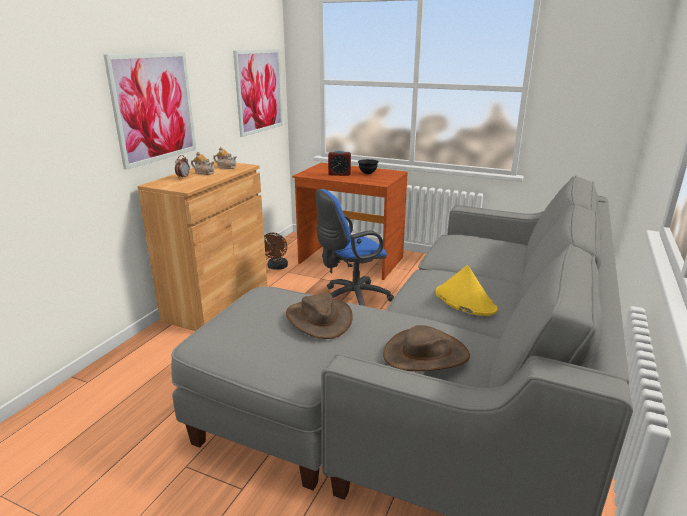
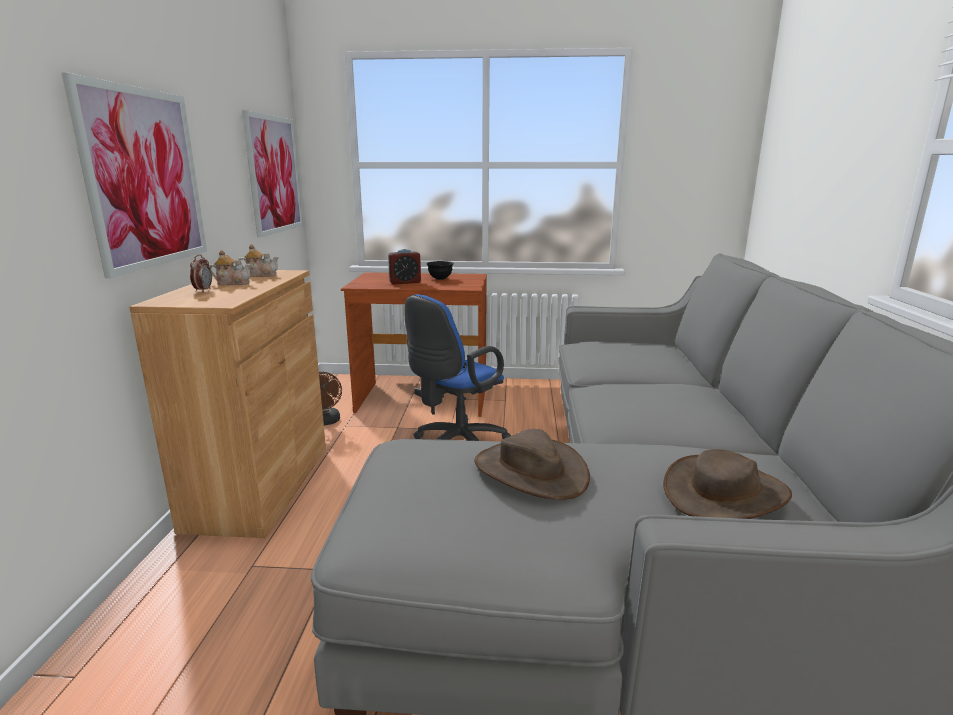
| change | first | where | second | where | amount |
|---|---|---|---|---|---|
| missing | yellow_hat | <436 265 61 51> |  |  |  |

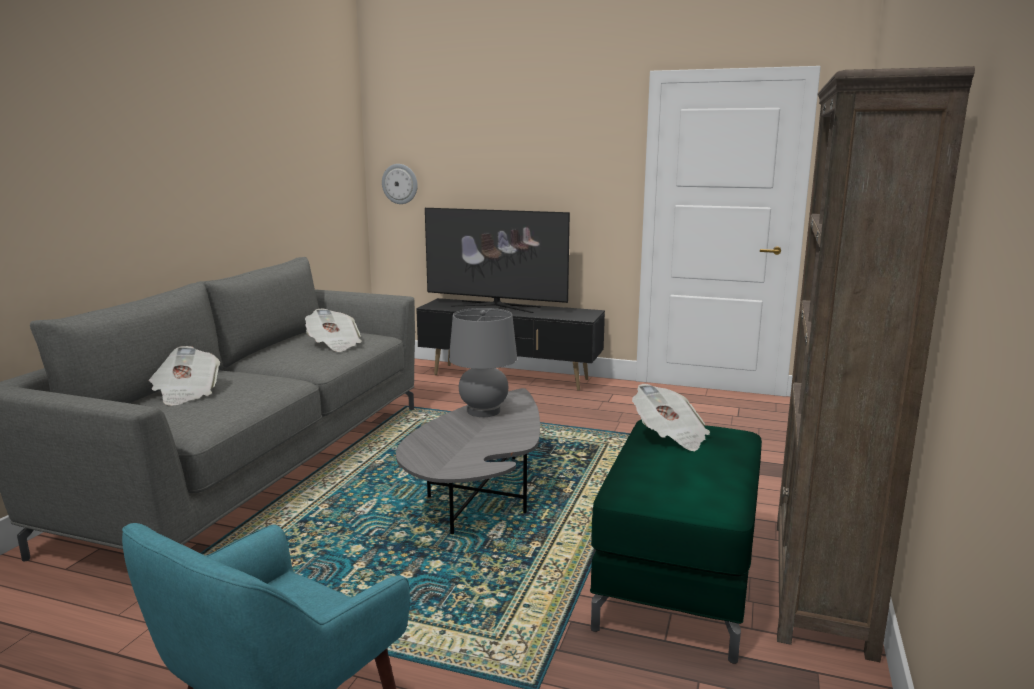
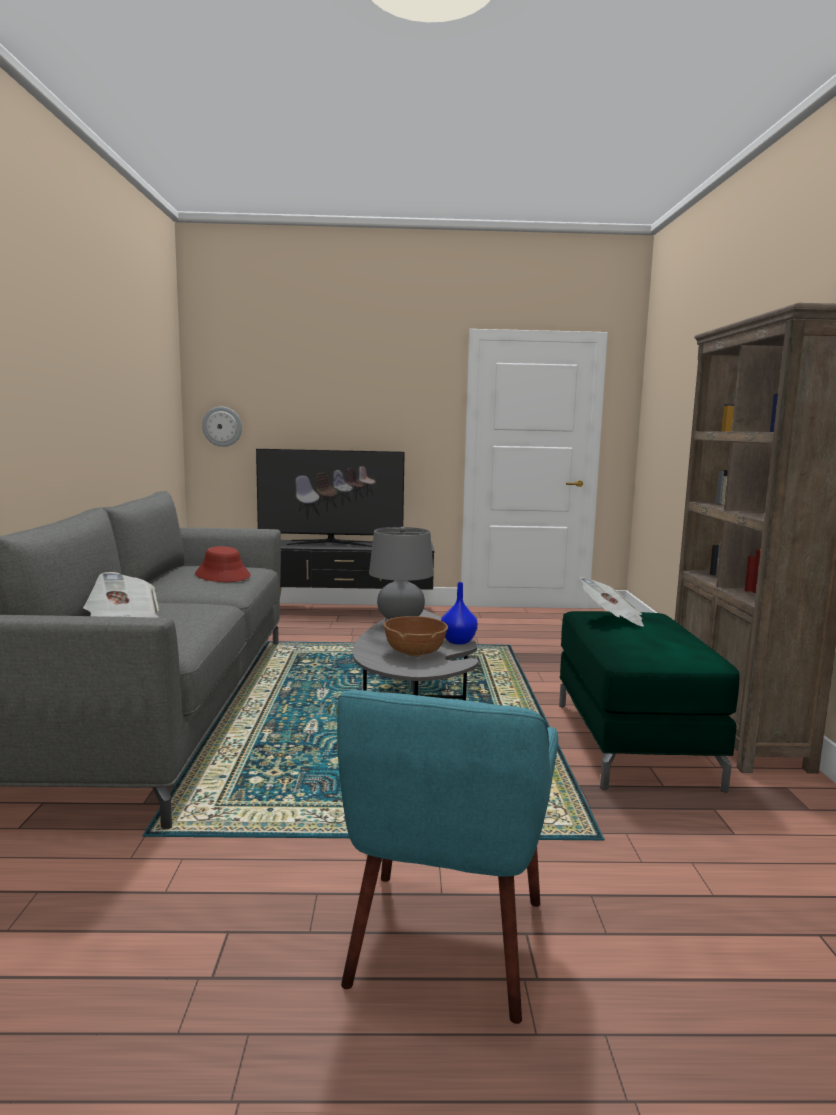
| change | first | where | second | where | amount |
|---|---|---|---|---|---|
| appeared |  |  | brown_deep_dish | <383 616 65 41> |  |
| appeared |  |  | blue-coloured_flower_vase | <441 582 37 62> |  |
| exchanged | printed_paper | <305 309 57 43> | reddish_hat | <195 546 56 36> |  |

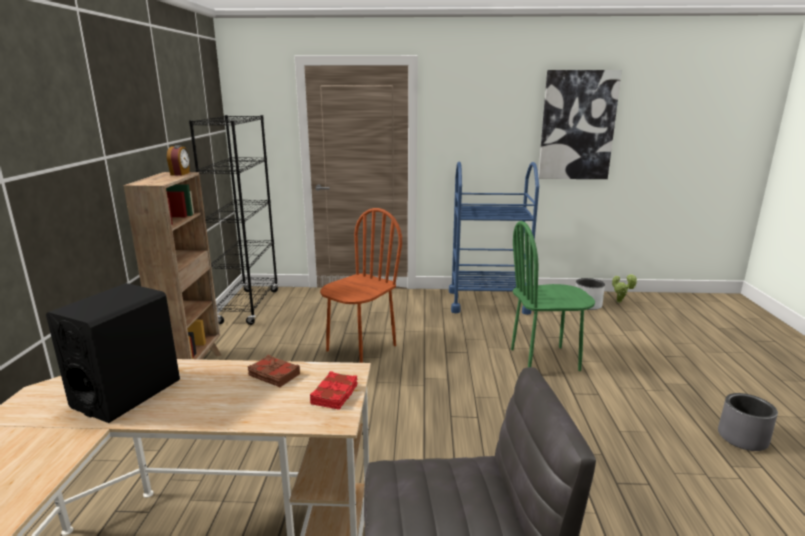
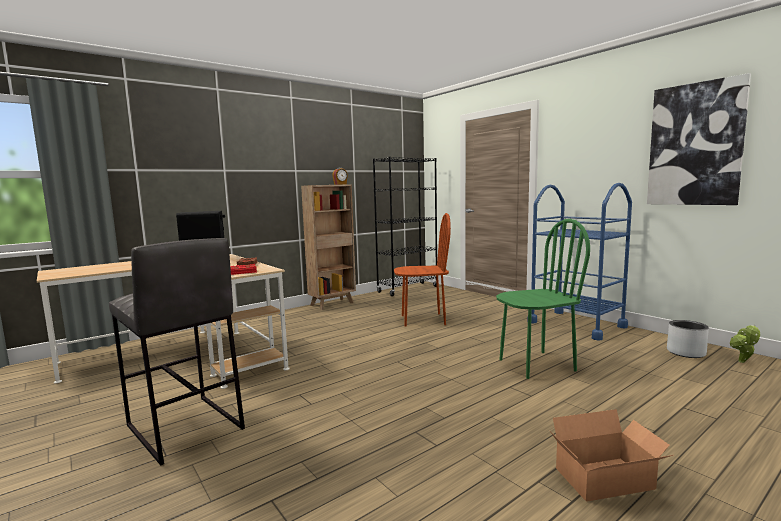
| change | first | where | second | where | amount |
|---|---|---|---|---|---|
| exchanged | greyish_planter | <718 393 60 58> | cardboard_box | <550 409 123 93> |  |
| spun | green-coloured_upright_chair | <511 221 84 150> |  | <496 219 94 160> | 120 degrees clockwise |

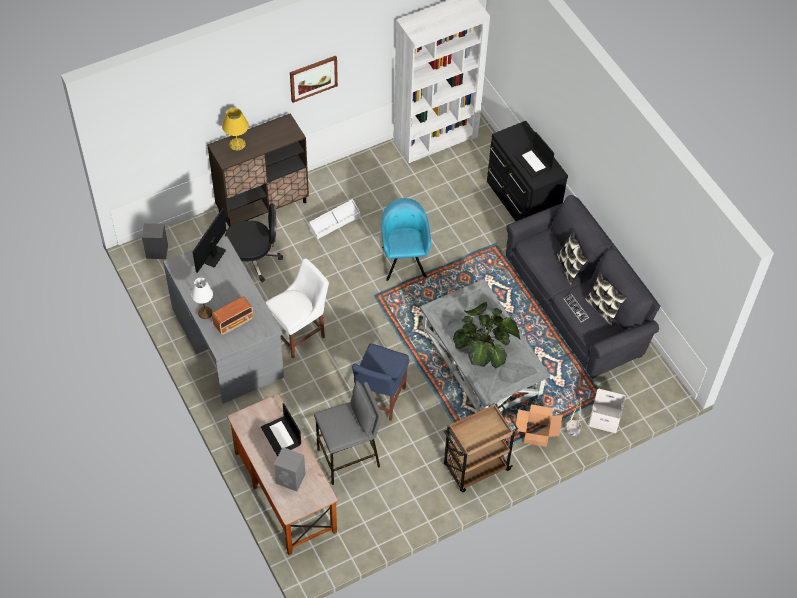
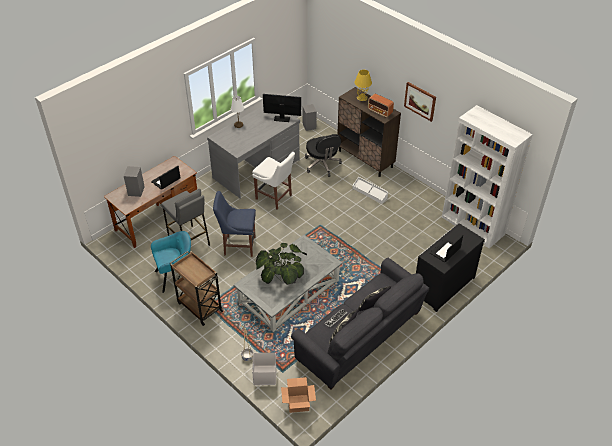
| change | first | where | second | where | amount |
|---|---|---|---|---|---|
| relocated | radio_receiver | <212 296 42 39> |  | <368 94 26 23> |  |
| relocated | blue-green_easy_chair | <381 198 50 83> |  | <151 231 40 62> |  |
| relocated | cardboard_box | <515 404 48 43> |  | <281 377 35 36> |  |

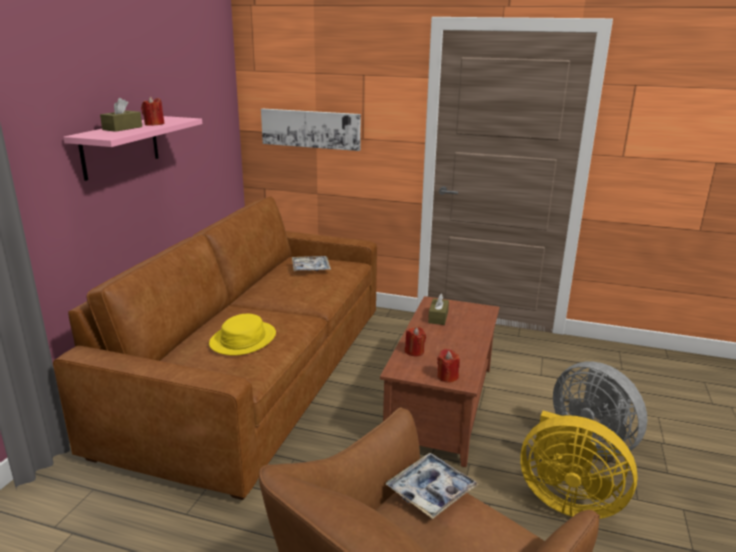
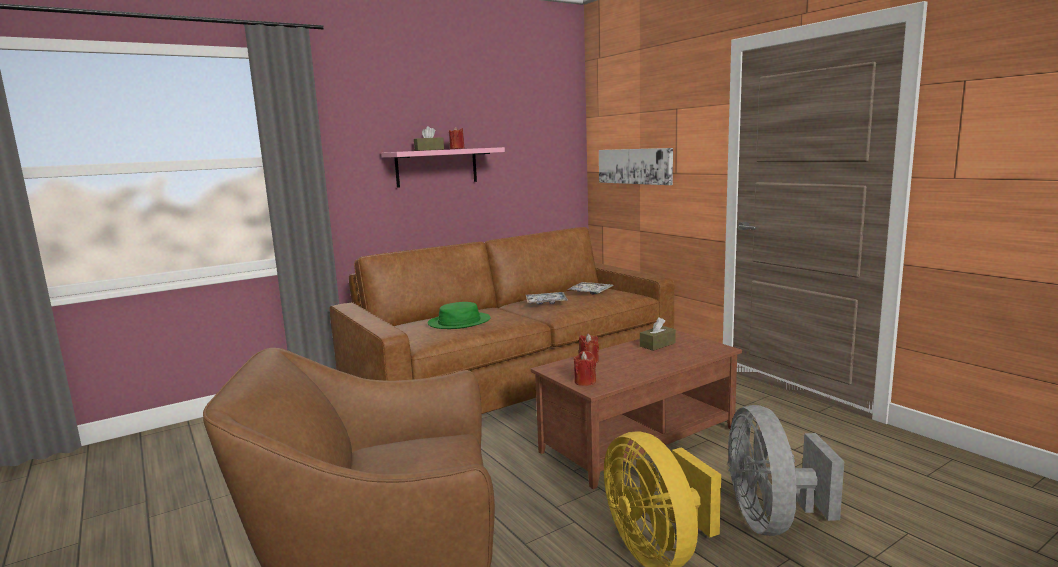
| change | first | where | second | where | amount |
|---|---|---|---|---|---|
| relocated | tray | <386 453 93 66> |  | <526 292 42 12> |  |
| colour | yellow_hat | <209 314 67 42> | green-coloured_hat | <428 302 63 27> |  |

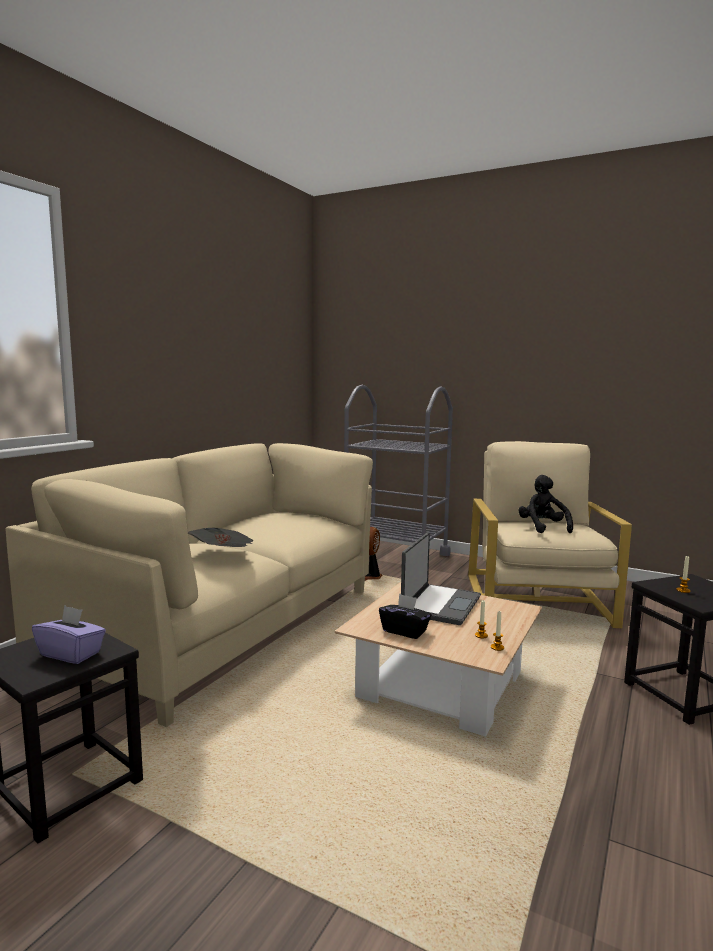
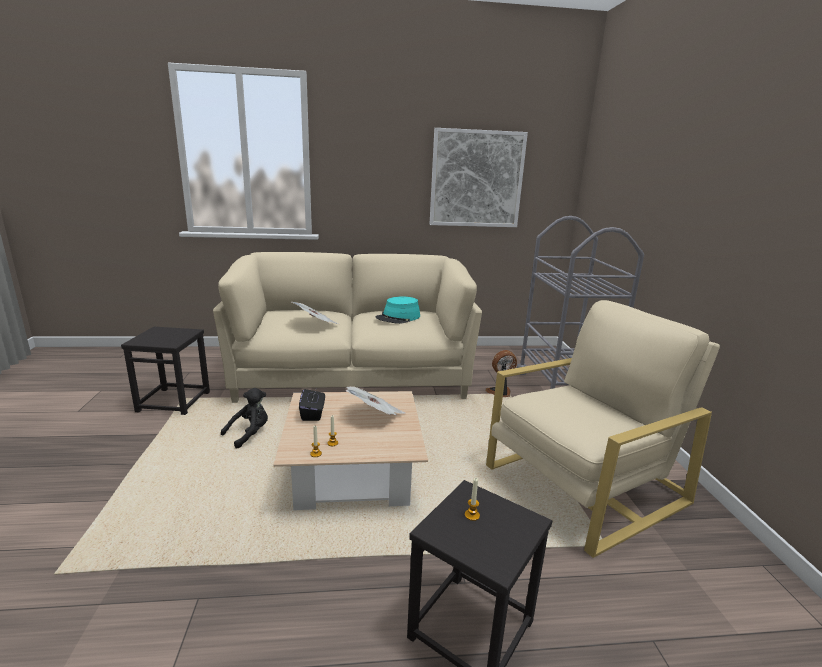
| change | first | where | second | where | amount |
|---|---|---|---|---|---|
| missing | purple_tissue_holder | <32 605 74 59> |  |  |  |
| appeared |  |  | blue-green_hat | <376 297 44 27> |  |
| appeared |  |  | wall_picture | <430 128 98 99> |  |
| relocated | black-coloured_plush_toy | <518 475 55 58> |  | <221 388 47 60> |  |
| exchanged | portable_computer | <401 532 80 93> | printed_paper | <345 386 60 29> |  |

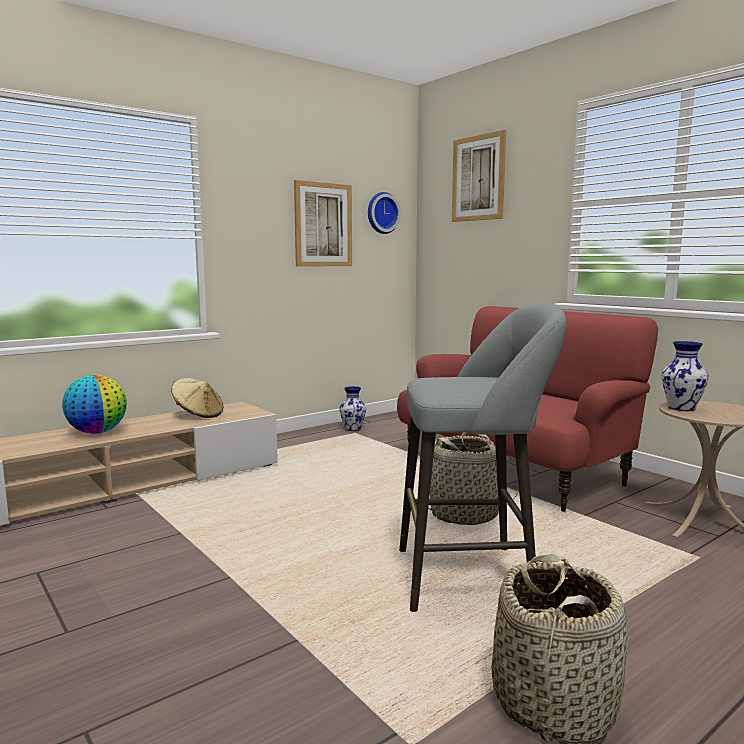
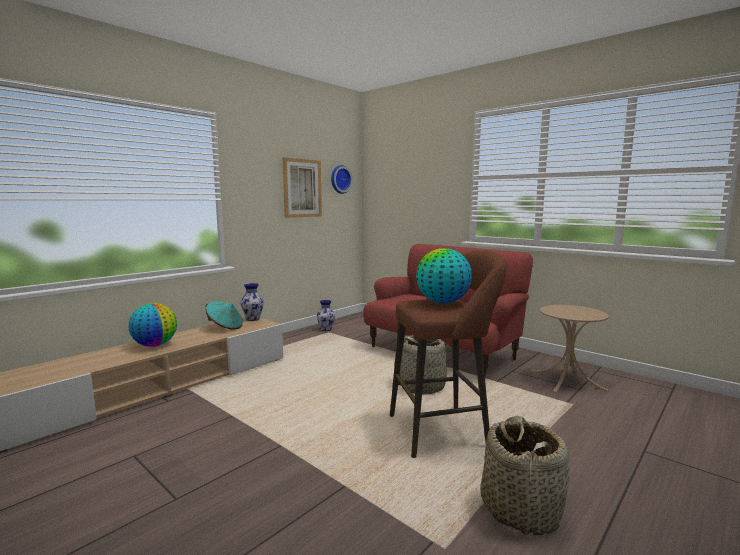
| change | first | where | second | where | amount |
|---|---|---|---|---|---|
| missing | wall_picture | <452 130 54 92> |  |  |  |
| appeared |  |  | world_globe | <416 248 56 55> |  |
| relocated | flower_vase | <661 341 48 70> |  | <240 283 24 38> |  |
| colour | beige_hat | <171 378 52 40> | blue-green_hat | <206 301 37 29> |  |
| colour | greyish_stool_seat | <399 302 167 310> | brown_stool_seat | <390 250 117 208> |  |

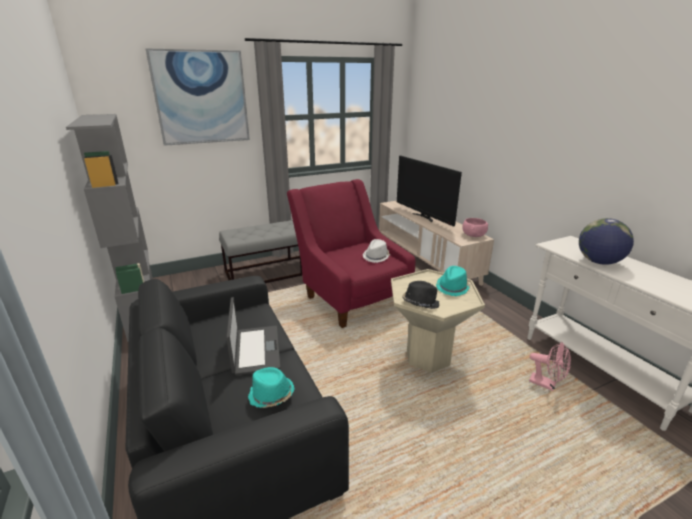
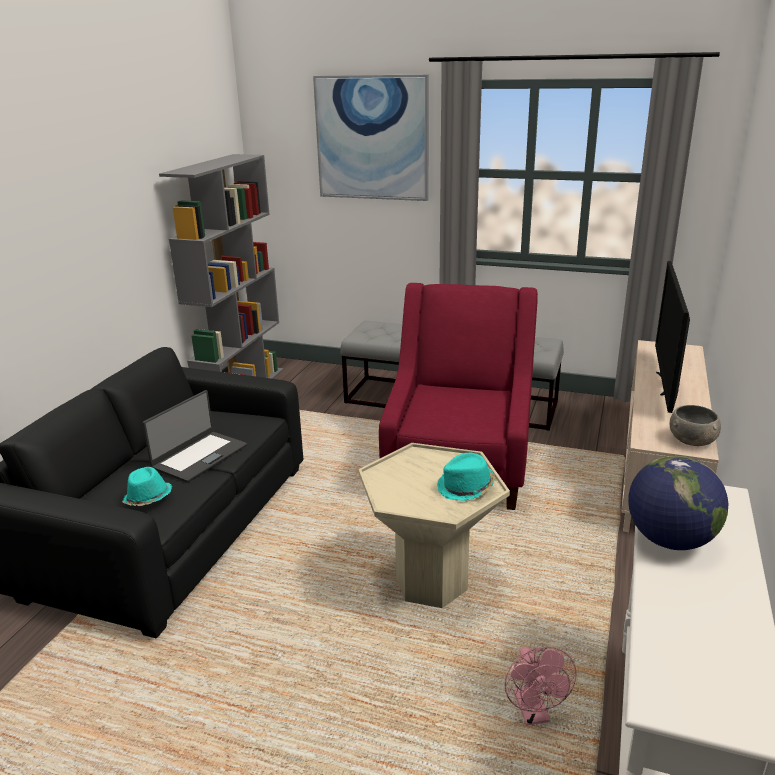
| change | first | where | second | where | amount |
|---|---|---|---|---|---|
| missing | white_hat | <363 239 27 24> |  |  |  |
| missing | black-coloured_hat | <402 281 38 28> |  |  |  |
| colour | pink_deep_dish | <462 218 26 19> | greyish_deep_dish | <670 405 51 41> |  |

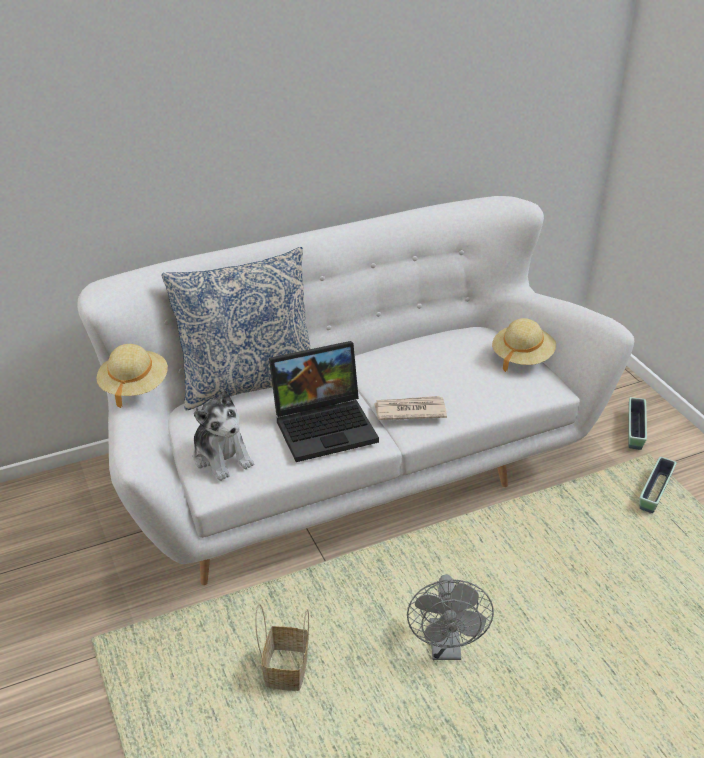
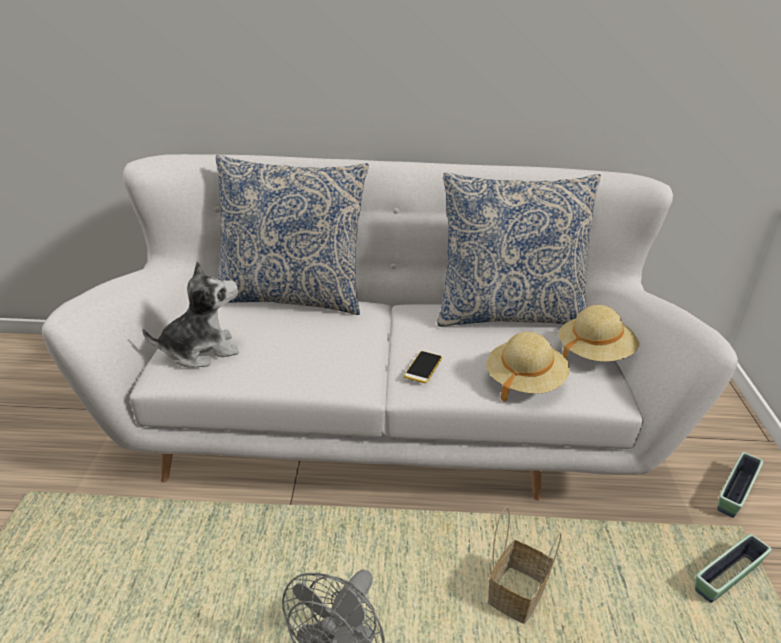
| change | first | where | second | where | amount |
|---|---|---|---|---|---|
| missing | portable_computer | <269 341 110 121> |  |  |  |
| appeared |  |  | pillow | <437 173 164 154> |  |
| relocated | beige_hat | <97 344 71 64> |  | <486 332 84 70> |  |
| relocated | basket | <255 604 54 87> |  | <488 506 74 118> |  |
| exchanged | printed_paper | <374 396 73 24> | phone | <404 351 38 32> |  |
| spun | plush_toy | <193 390 61 91> |  | <142 261 97 107> | 105 degrees counterclockwise |

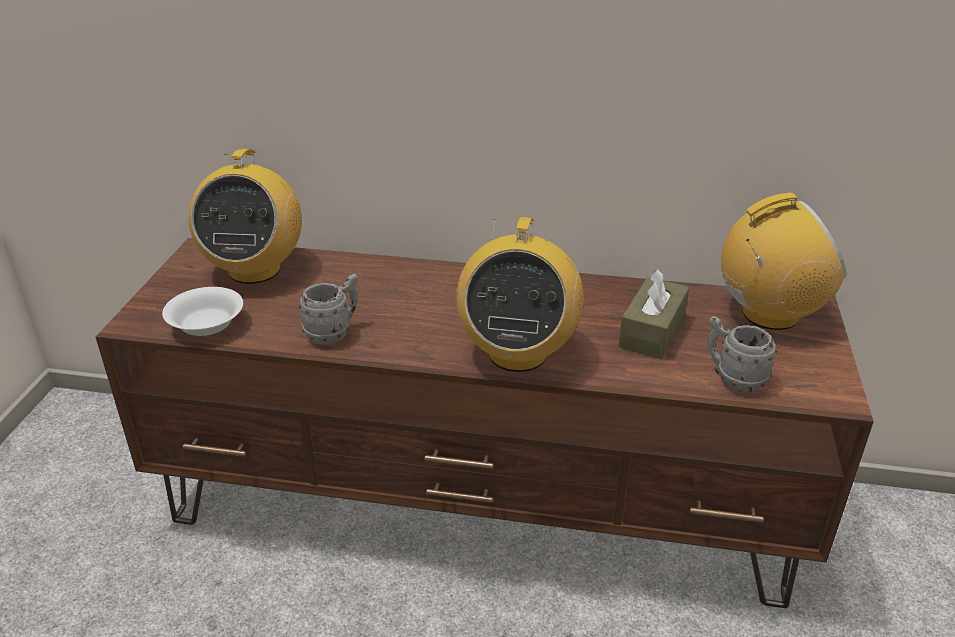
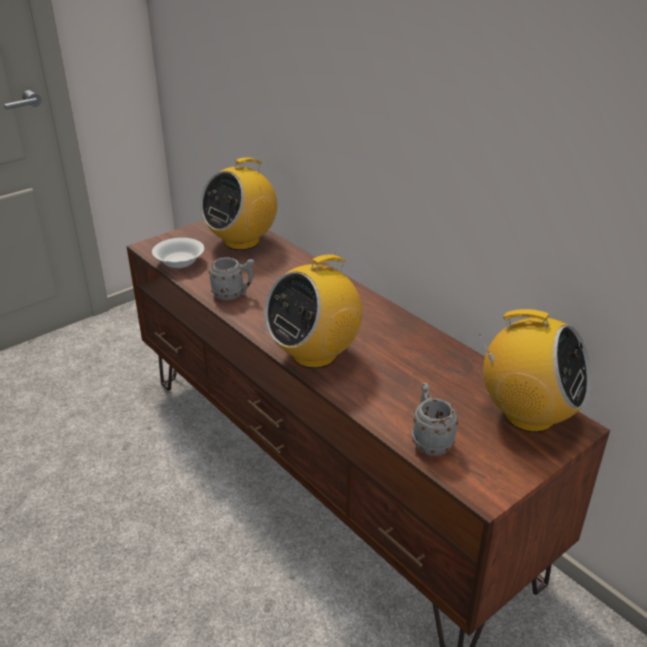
| change | first | where | second | where | amount |
|---|---|---|---|---|---|
| missing | brown_tissue_holder | <619 268 70 91> |  |  |  |

